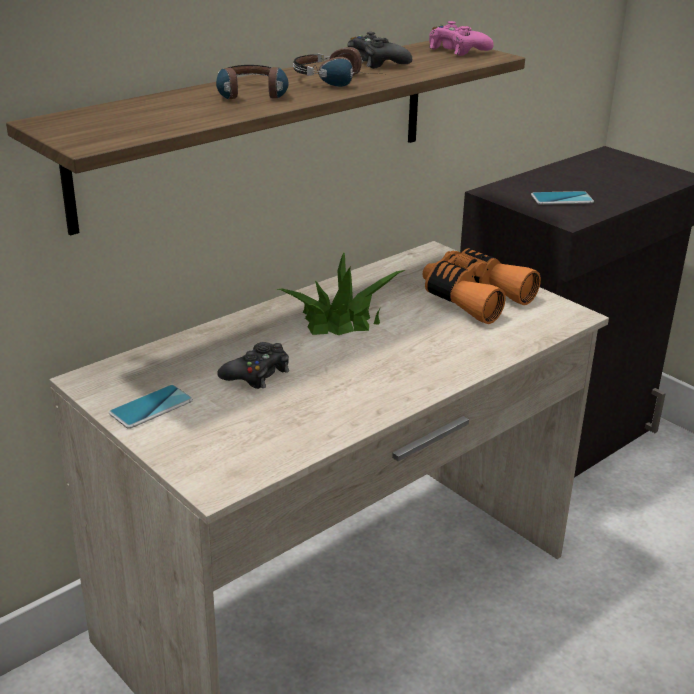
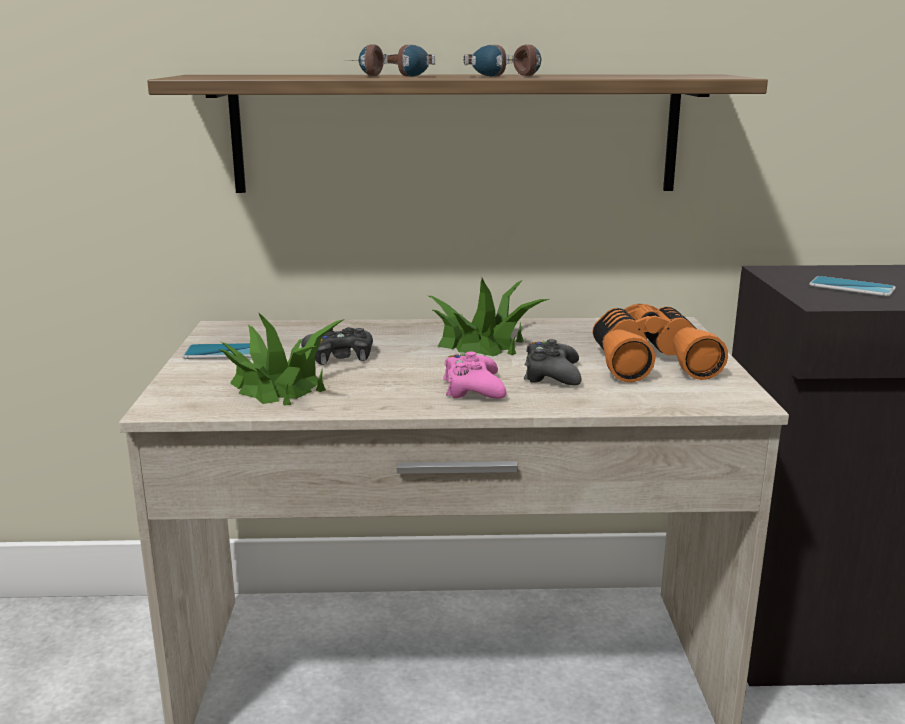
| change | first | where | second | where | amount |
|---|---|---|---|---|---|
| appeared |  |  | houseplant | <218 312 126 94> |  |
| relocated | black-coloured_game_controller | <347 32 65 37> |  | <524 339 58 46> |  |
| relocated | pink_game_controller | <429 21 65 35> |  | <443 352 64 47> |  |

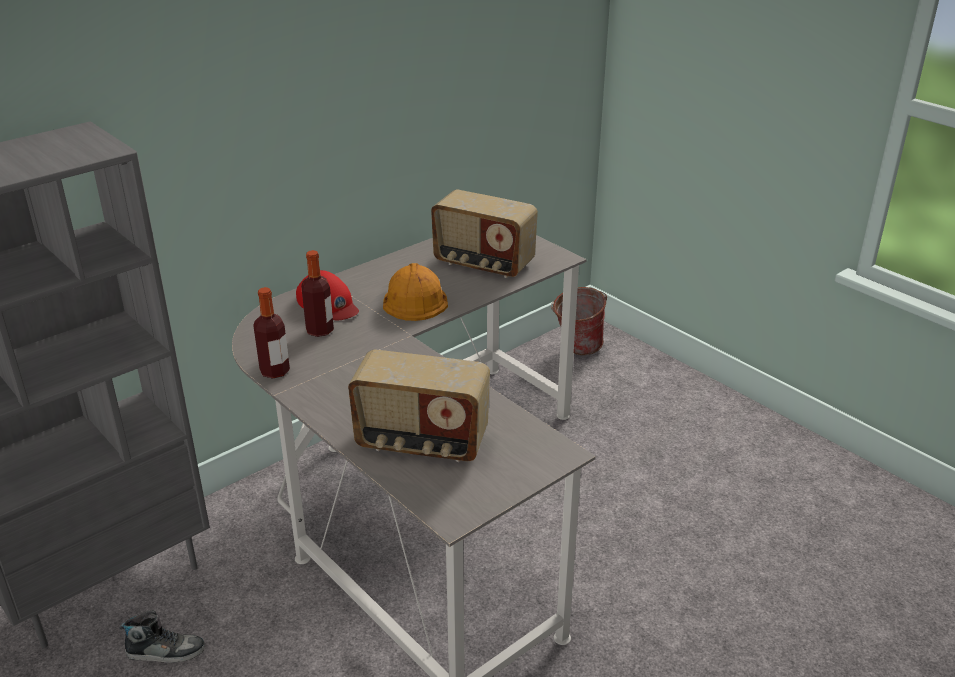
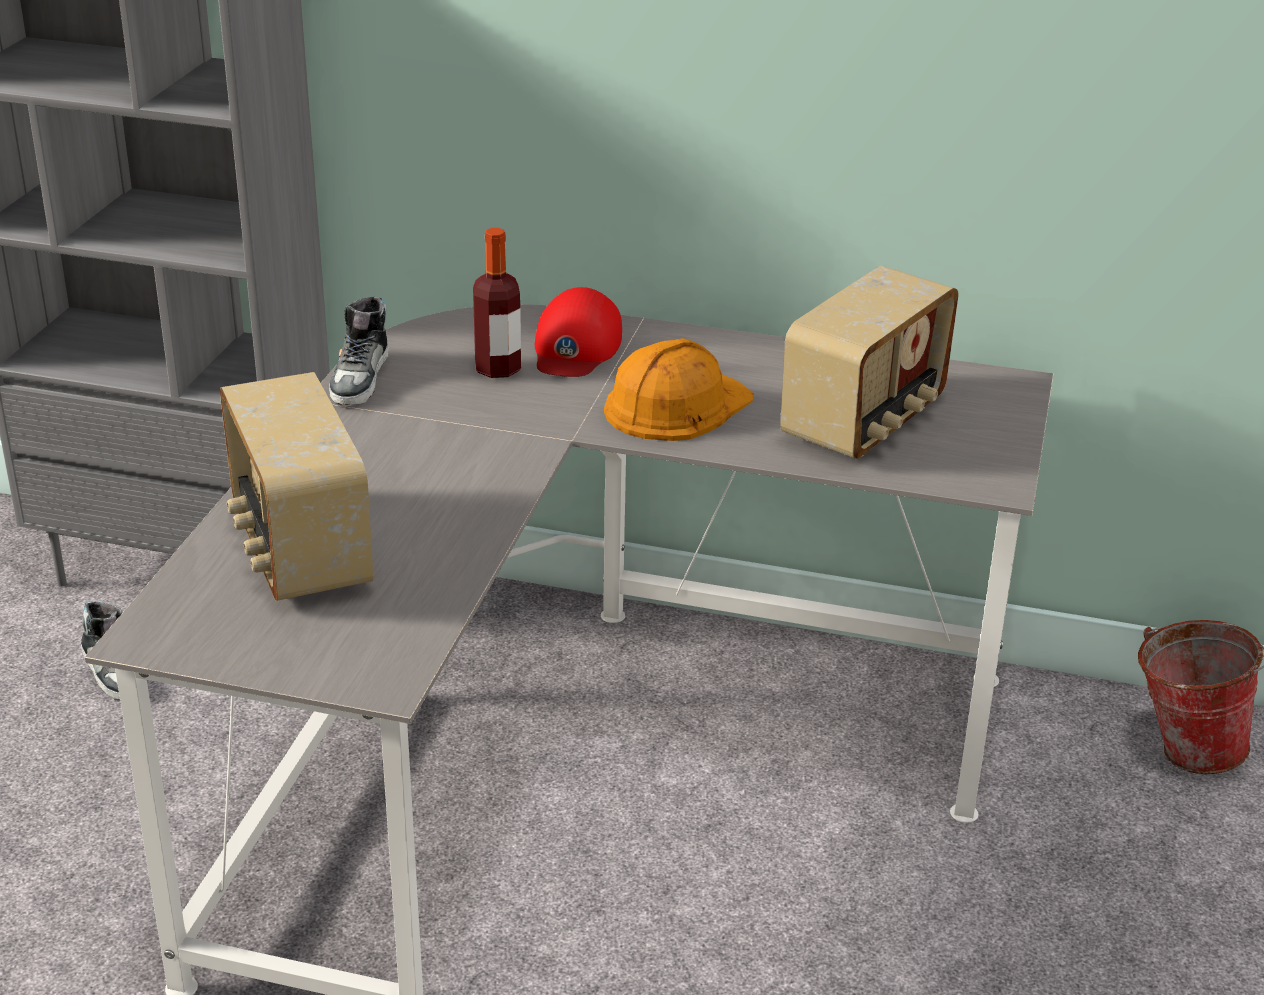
| change | first | where | second | where | amount |
|---|---|---|---|---|---|
| exchanged | beverage_bottle | <253 287 37 92> | shoe | <329 297 60 108> |  |
| spun | radio_receiver | <431 189 107 89> |  | <780 266 178 193> | 135 degrees counterclockwise |

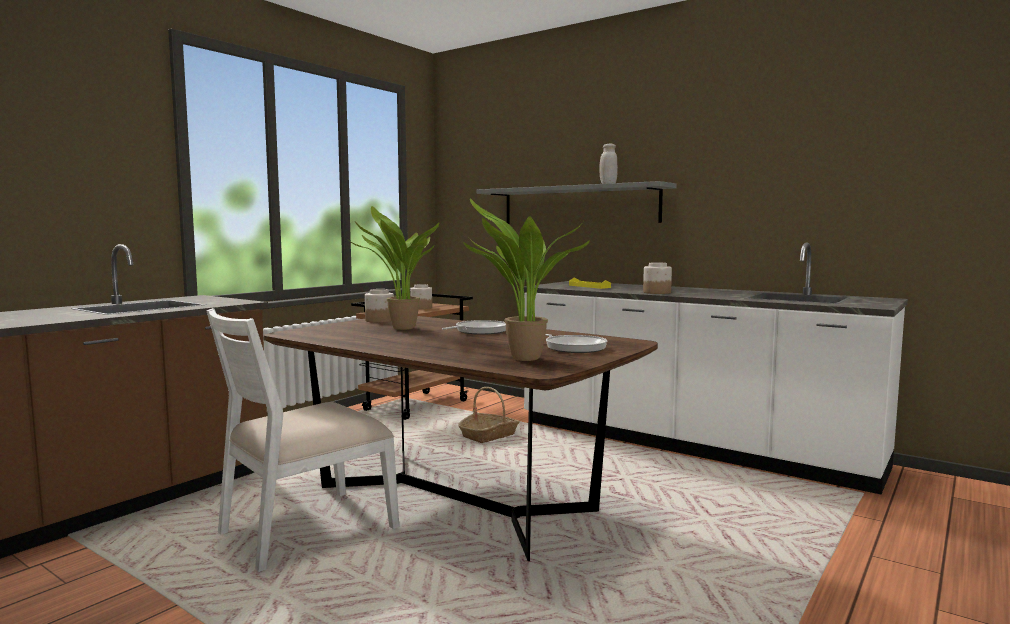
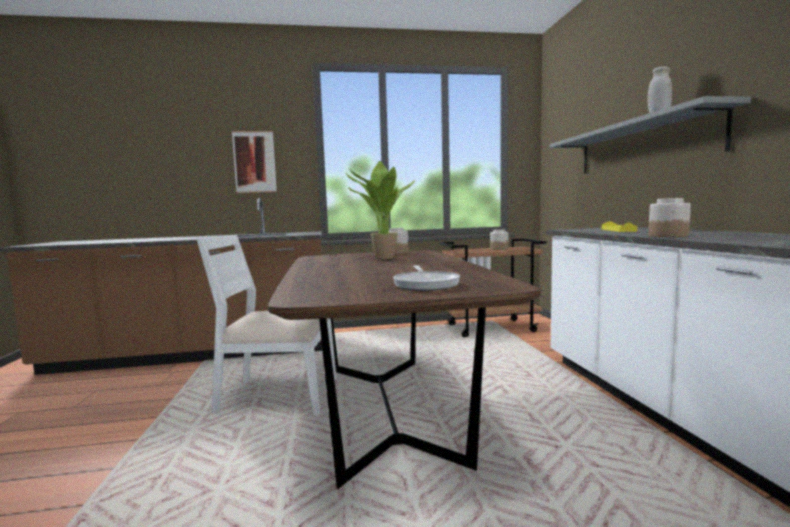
| change | first | where | second | where | amount |
|---|---|---|---|---|---|
| missing | pan | <442 320 64 15> |  |  |  |
| missing | basket | <458 387 62 56> |  |  |  |
| missing | houseplant | <463 198 127 163> |  |  |  |
| appeared |  |  | wall_picture | <232 131 45 62> |  |

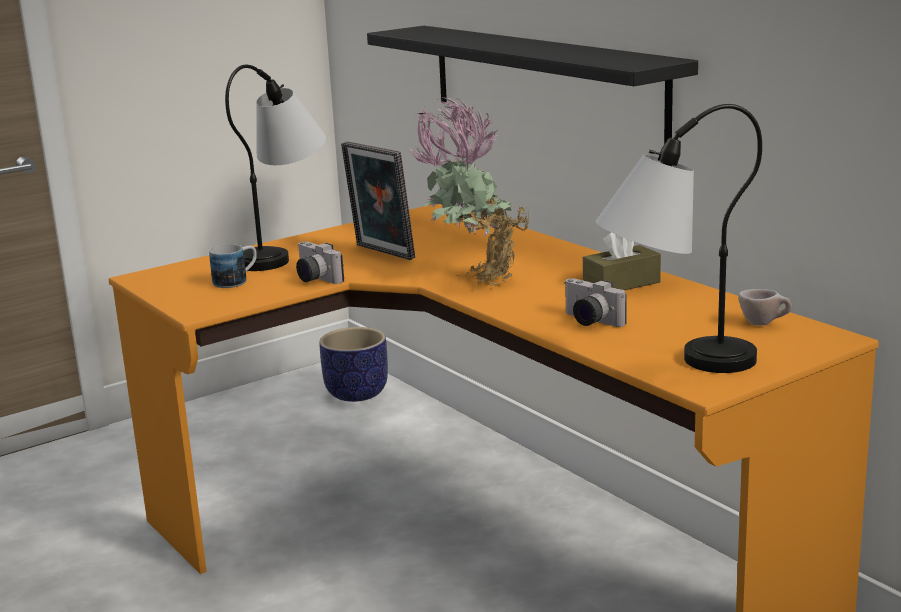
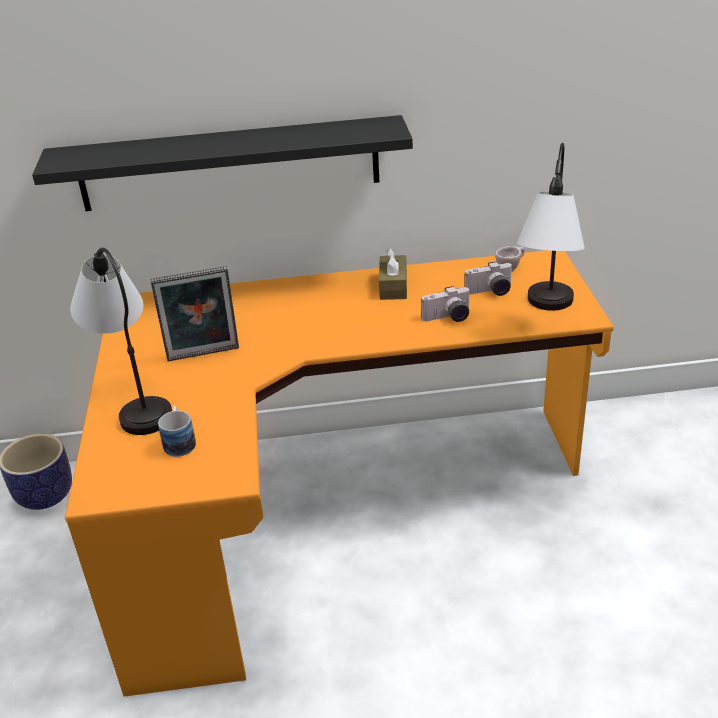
| change | first | where | second | where | amount |
|---|---|---|---|---|---|
| missing | houseplant | <409 97 120 189> |  |  |  |
| relocated | photo_camera | <296 241 48 43> |  | <464 261 48 35> |  |

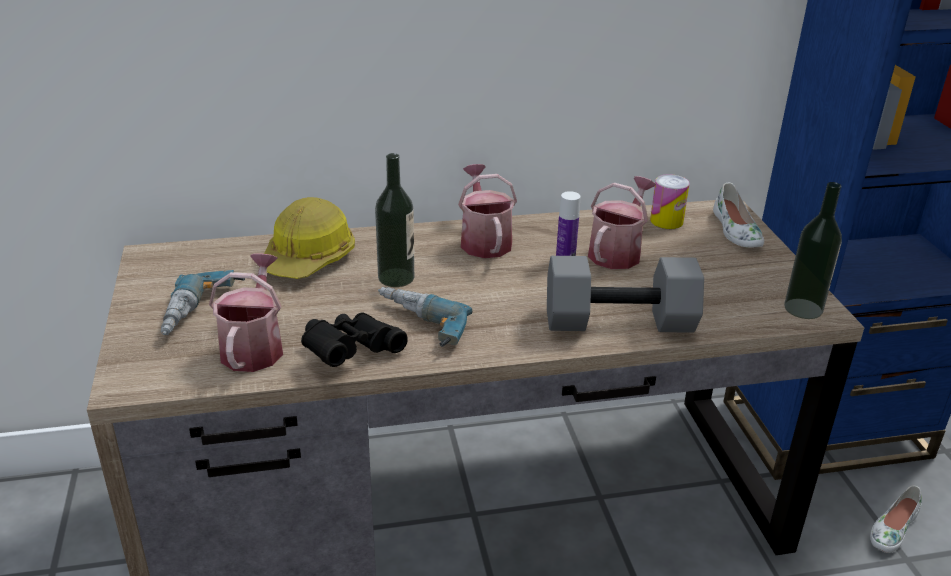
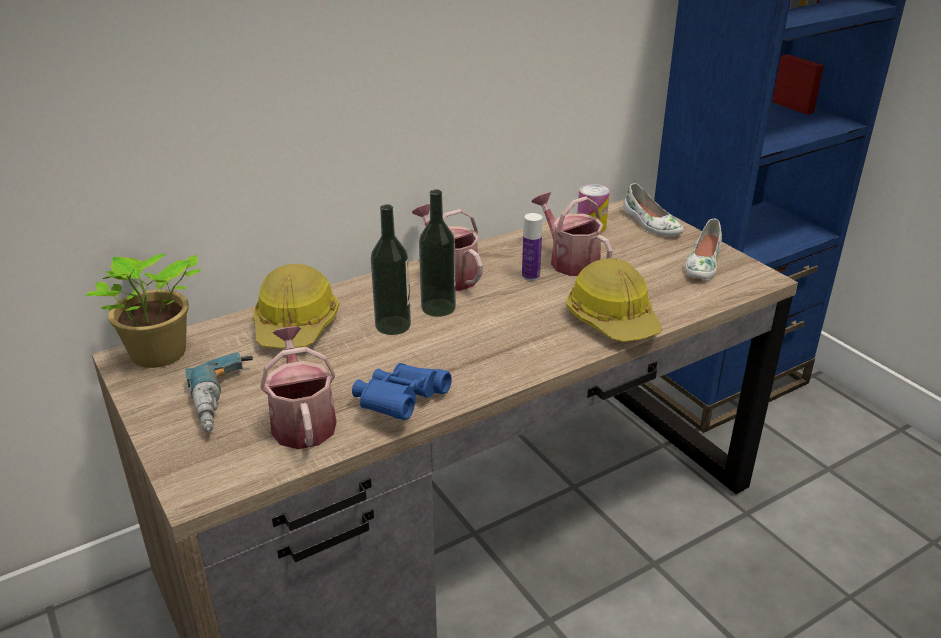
| change | first | where | second | where | amount |
|---|---|---|---|---|---|
| missing | electric_drill | <378 287 95 60> |  |  |  |
| appeared |  |  | houseplant | <86 253 115 115> |  |
| relocated | beverage_bottle | <784 182 58 137> |  | <419 189 37 128> |  |
| relocated | white_shoe | <870 486 52 67> |  | <685 219 37 61> |  |
| exchanged | greyish_dumbbell | <547 256 157 77> | hard_hat | <566 258 96 84> |  |
| colour | black-coloured_field_glasses | <301 312 107 55> | blue-coloured_field_glasses | <352 363 100 57> |  |
| spun | watering_pot | <588 176 68 93> |  | <532 192 80 84> | 45 degrees counterclockwise |

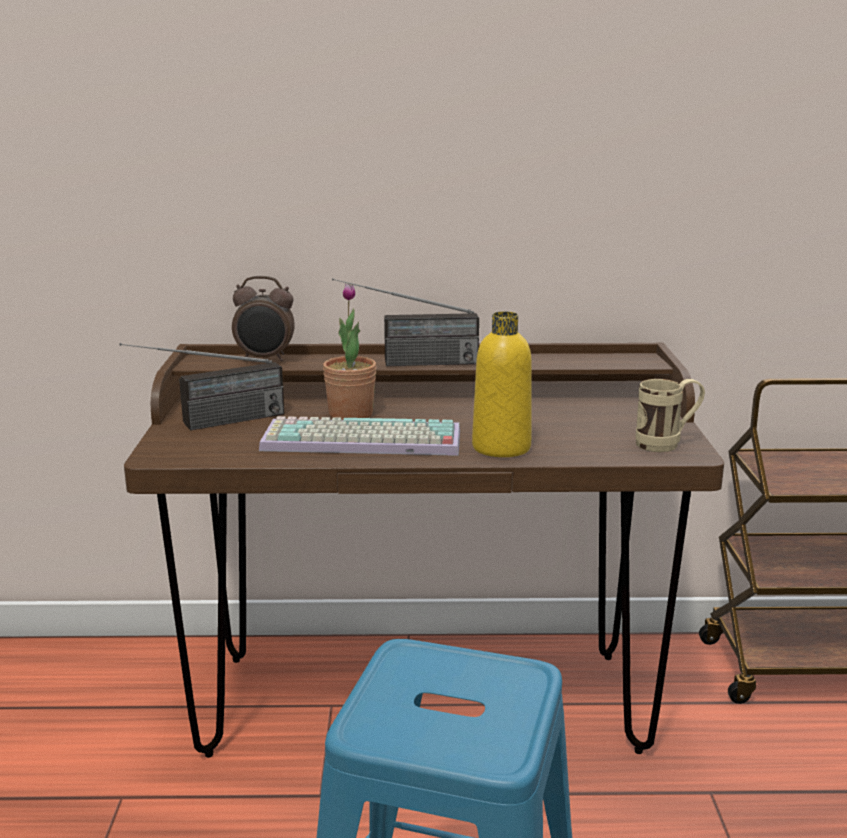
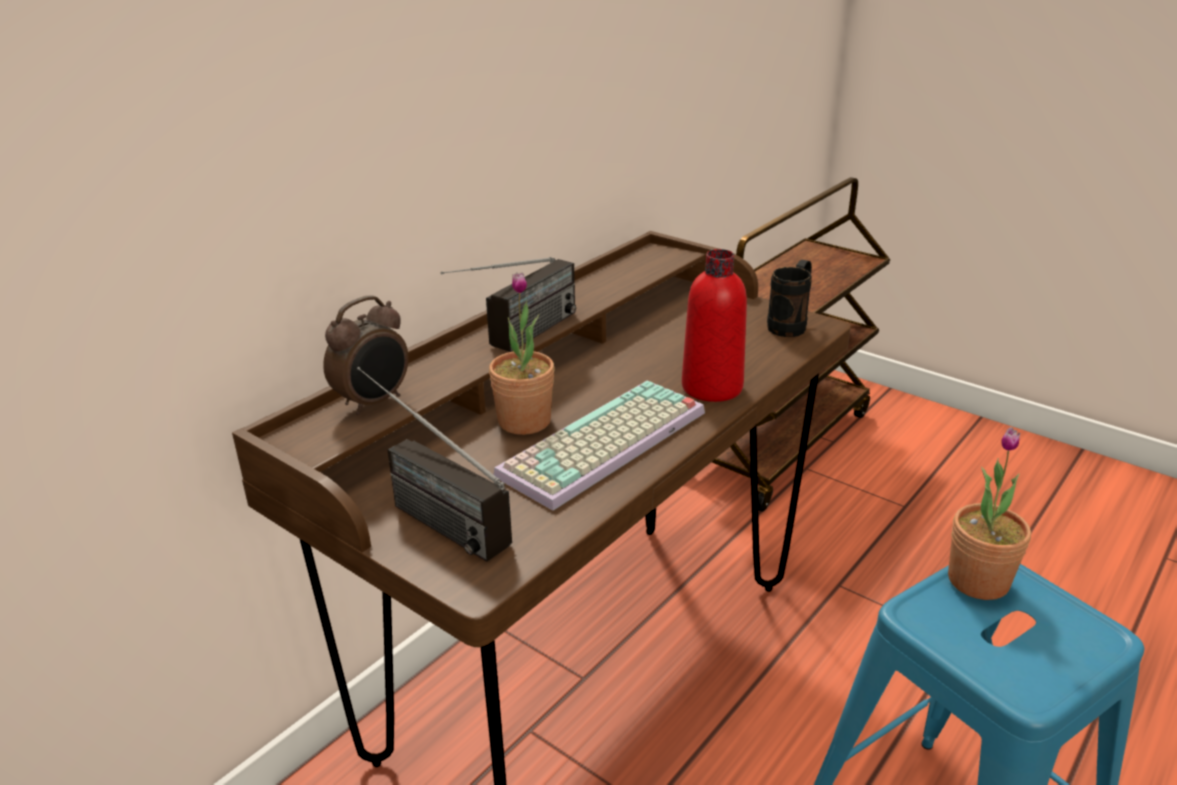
| change | first | where | second | where | amount |
|---|---|---|---|---|---|
| appeared |  |  | houseplant | <948 427 83 173> |  |
| colour | yellow_beverage_bottle | <472 311 60 146> | reddish_beverage_bottle | <682 249 65 153> |  |
| colour | beige_mug | <635 379 70 73> | black-coloured_mug | <767 260 45 77> |  |
| spun | radio_receiver | <120 343 164 87> |  | <357 367 155 195> | 120 degrees clockwise |

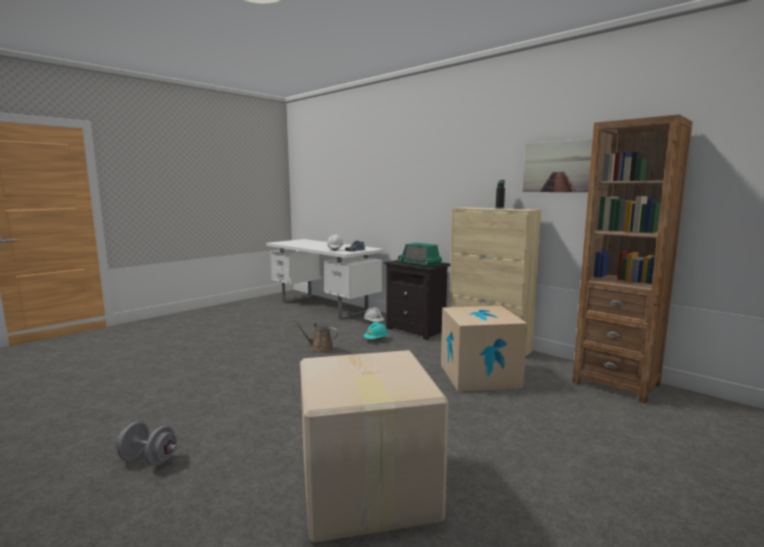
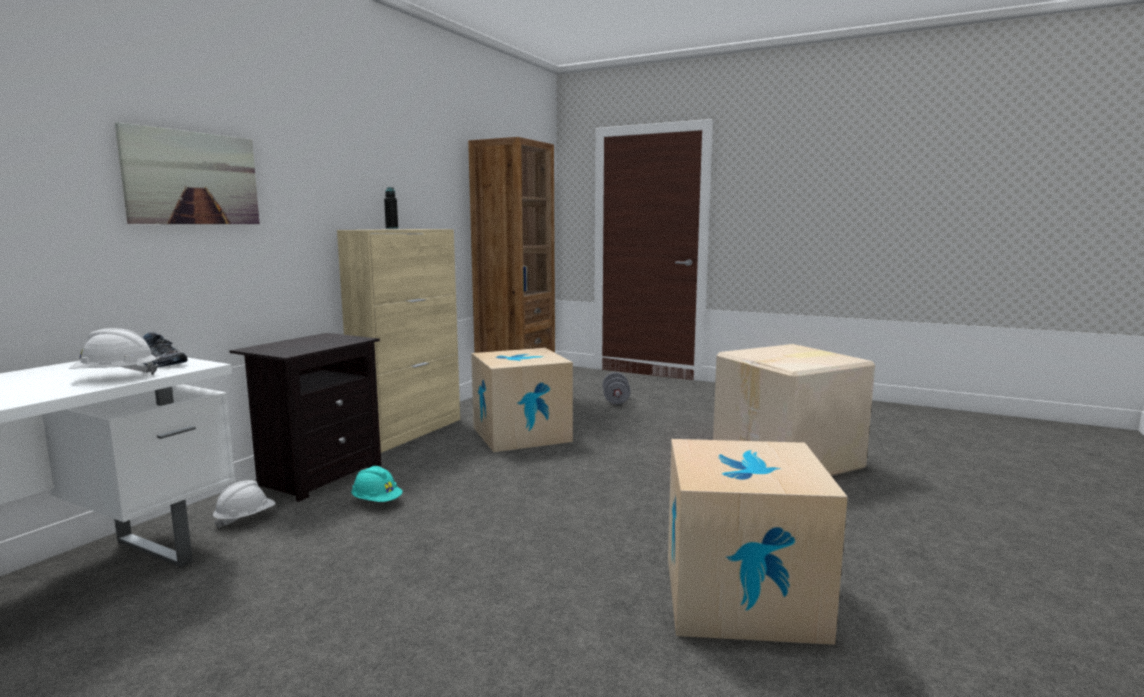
| change | first | where | second | where | amount |
|---|---|---|---|---|---|
| missing | brown_watering_pot | <293 319 46 34> |  |  |  |
| missing | radio_receiver | <398 243 44 24> |  |  |  |
| appeared |  |  | cardboard_box | <668 439 180 206> |  |
| relocated | greyish_dumbbell | <116 422 62 44> |  | <602 372 29 32> |  |
| relocated | wall_picture | <523 139 70 53> |  | <115 122 145 102> |  |

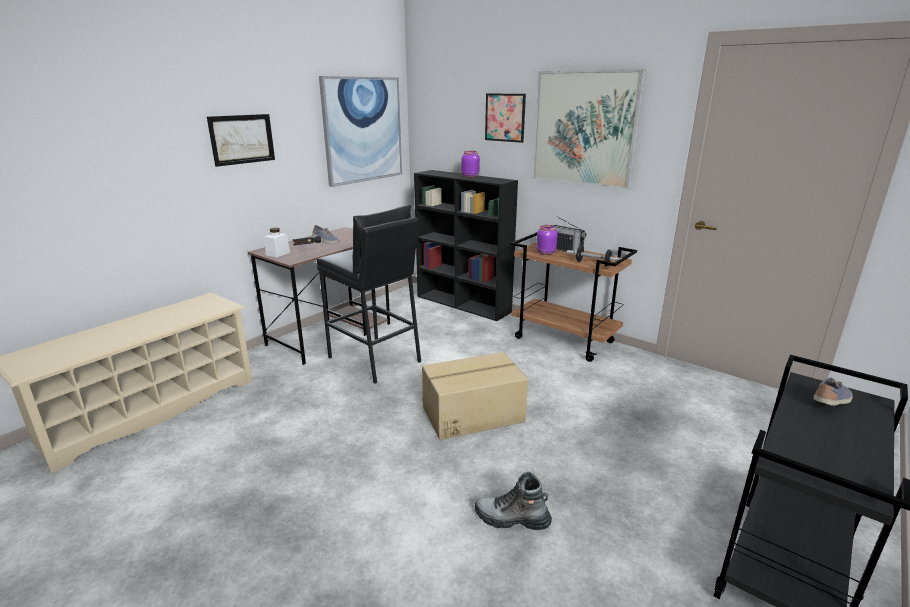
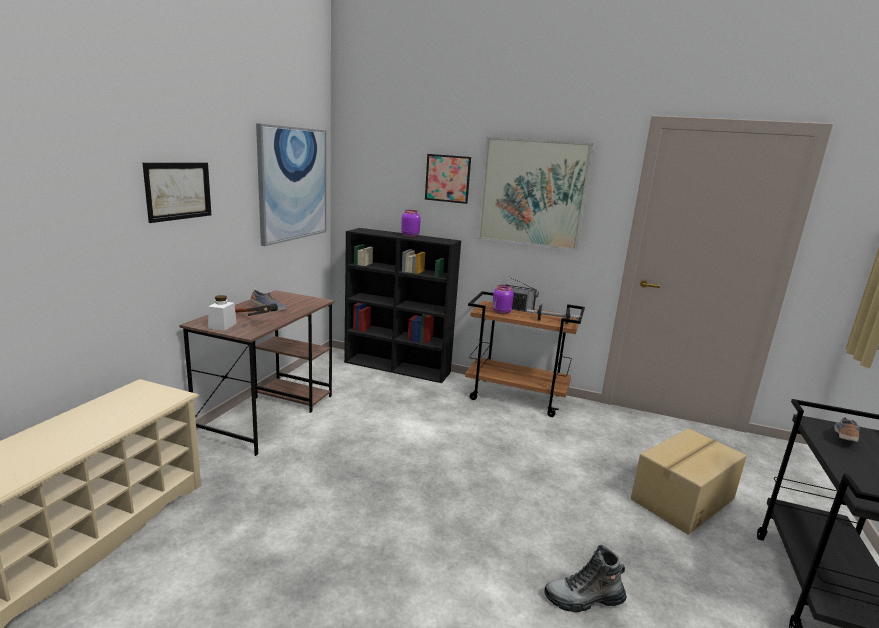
| change | first | where | second | where | amount |
|---|---|---|---|---|---|
| missing | black-coloured_stool_seat | <316 205 105 179> |  |  |  |
| relocated | cardboard_box | <422 352 106 88> |  | <631 428 116 107> |  |

